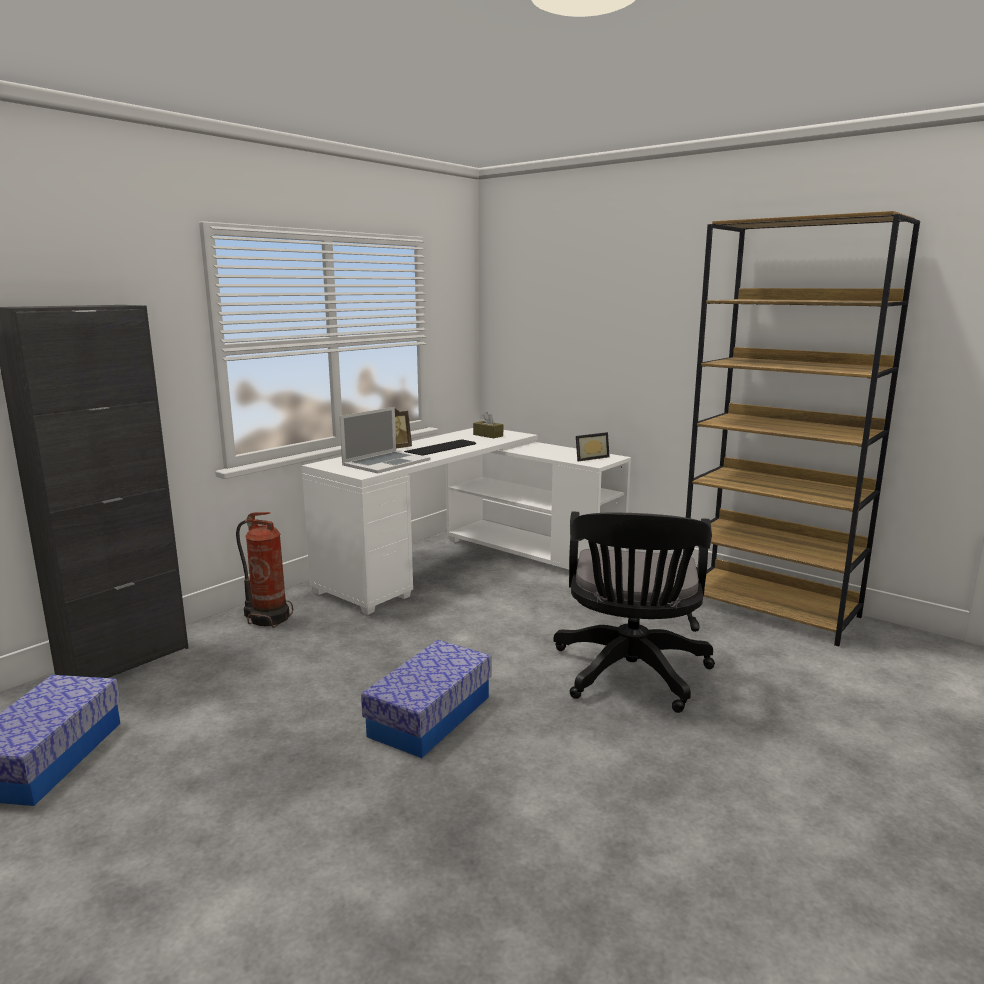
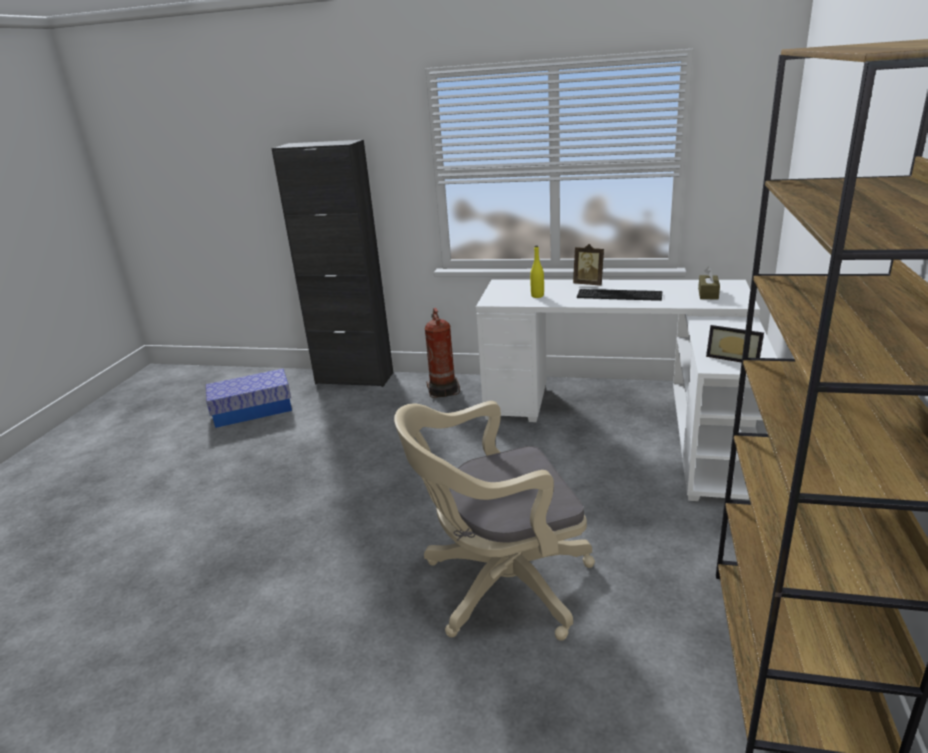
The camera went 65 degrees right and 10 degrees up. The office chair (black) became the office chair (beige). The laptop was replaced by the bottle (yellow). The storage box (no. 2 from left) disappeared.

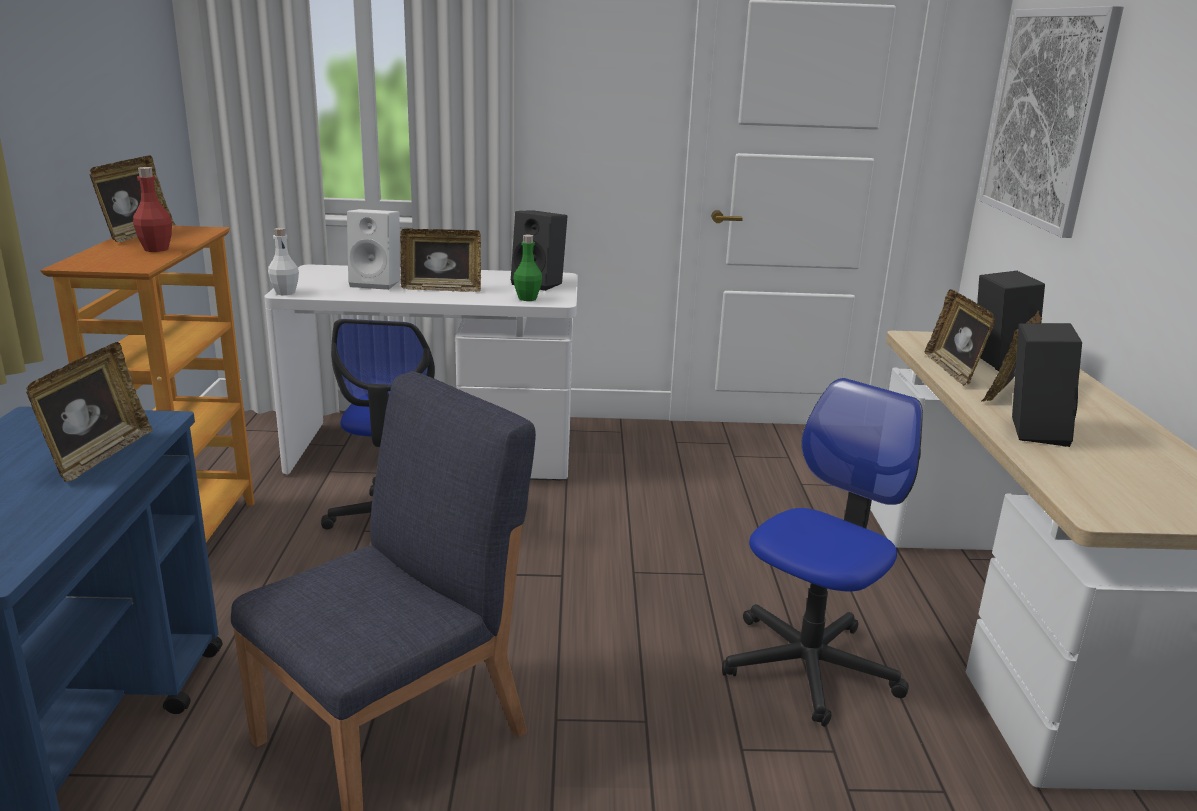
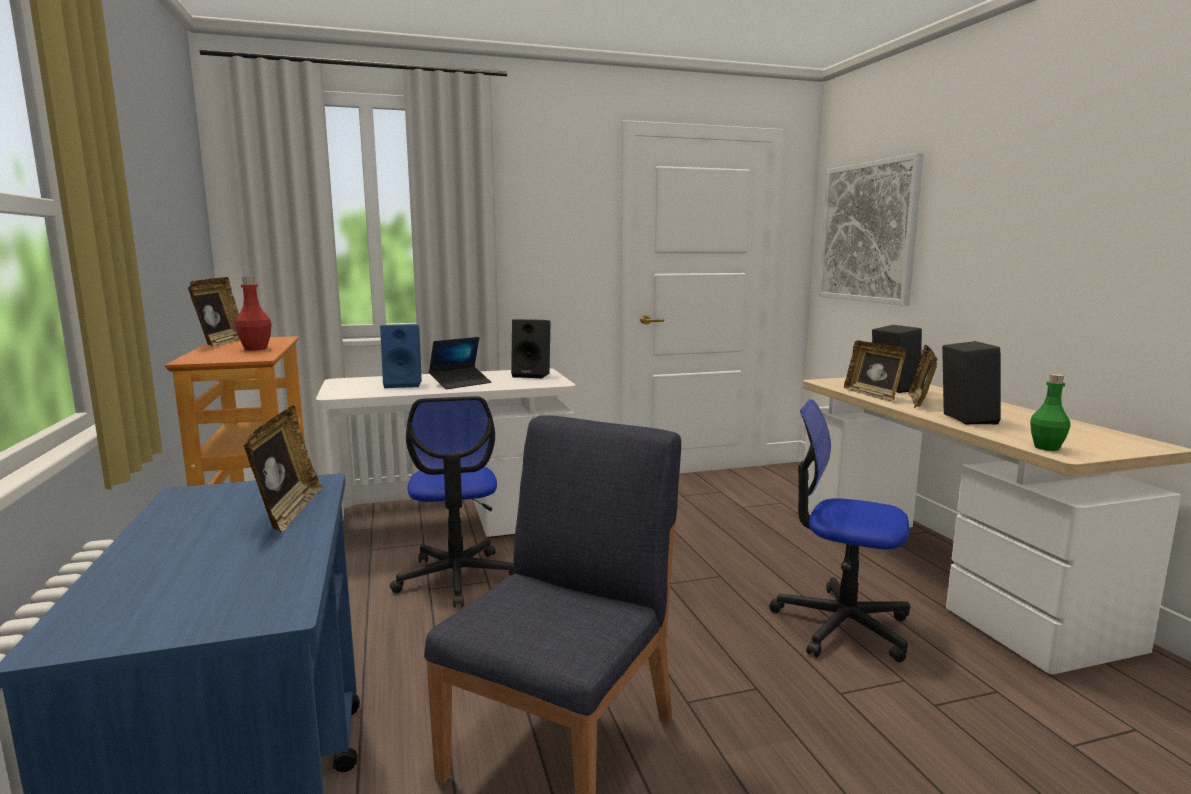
The camera went 15 degrees left and 10 degrees down. The speaker (white) became the speaker (blue). The picture frame (no. 3 from left) was replaced by the laptop. The office chair (no. 2 from left) turned 90 degrees counterclockwise. The bottle (green) moved. The bottle (white) disappeared.

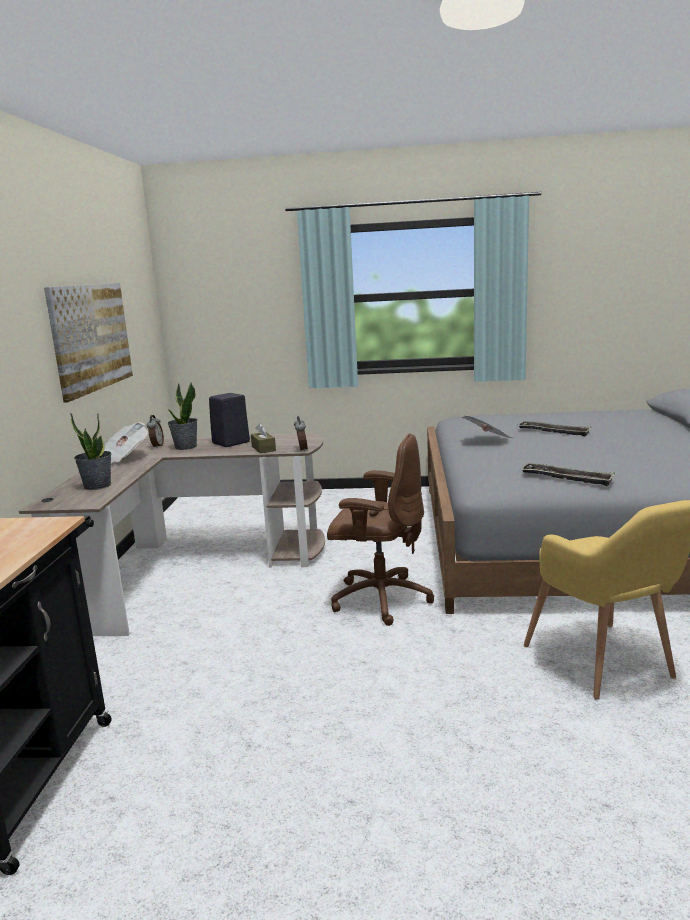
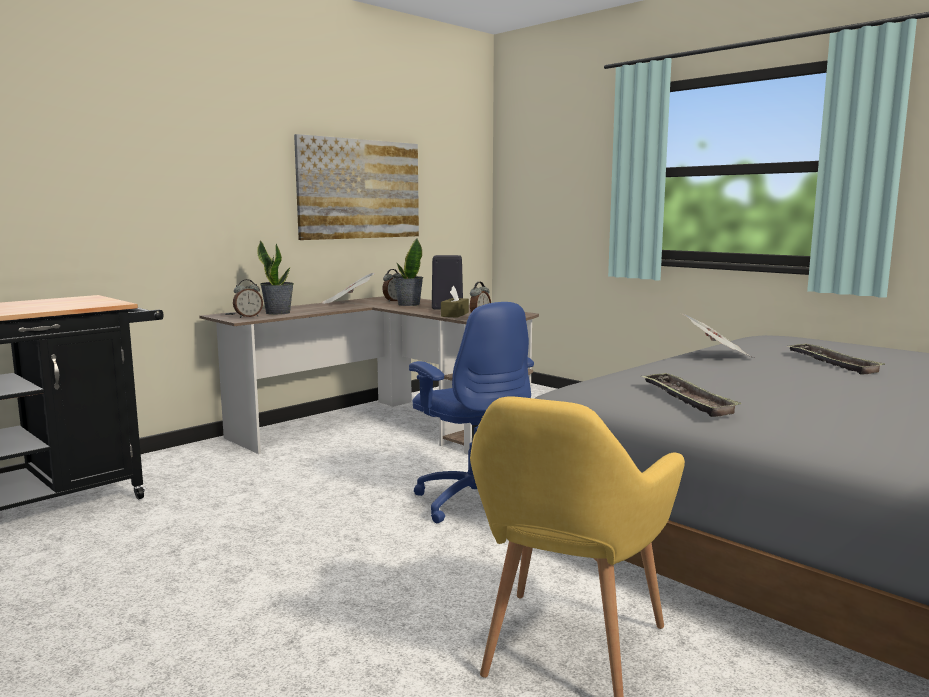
The camera went 40 degrees right and 5 degrees down. The alarm clock (no. 1 from left) appeared. The office chair (brown) became the office chair (blue).

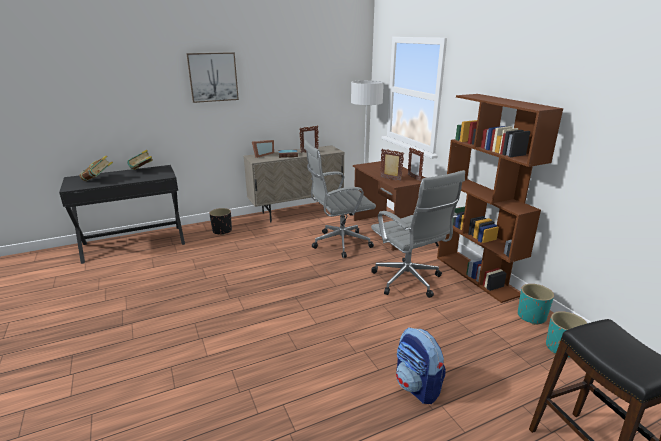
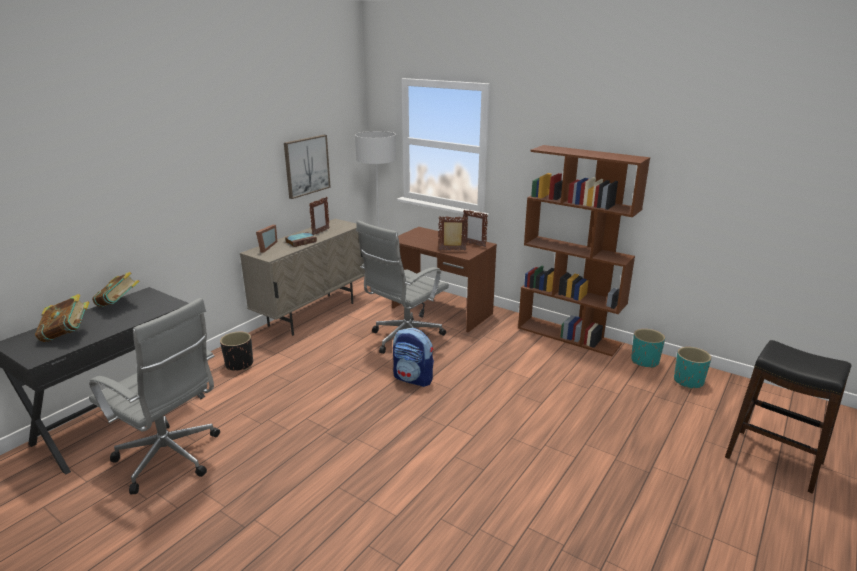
The camera went 30 degrees left and 0 degrees up. The office chair (grey) (no. 2 from left in the first image) moved. The picture moved. The backpack moved.

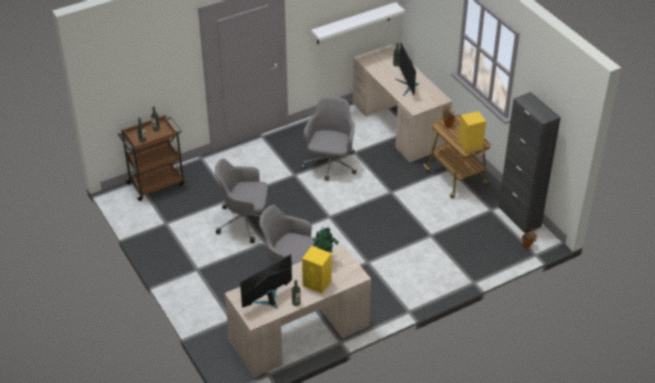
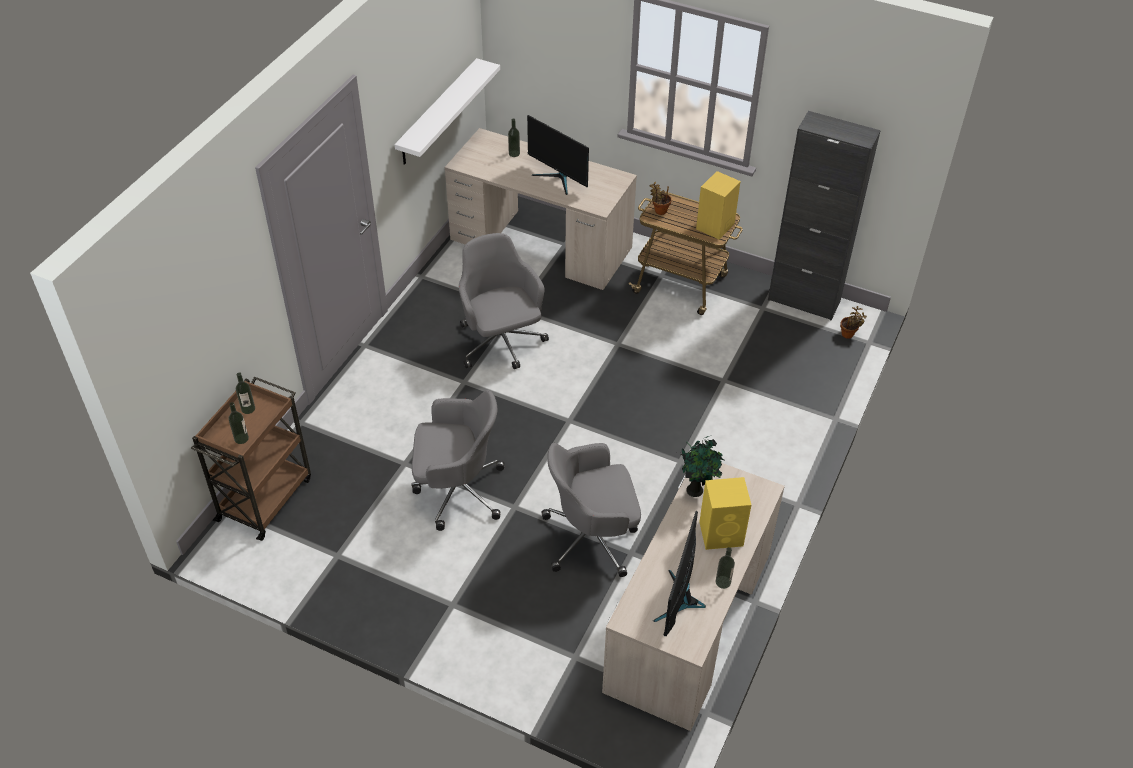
The camera went 35 degrees left and 5 degrees up. The office chair (grey) (no. 1 from left) turned 150 degrees counterclockwise.

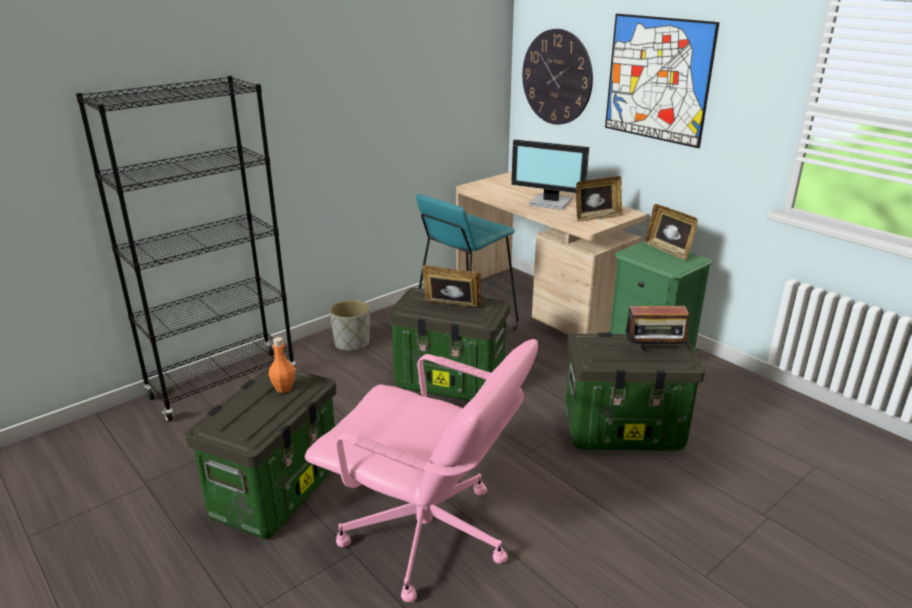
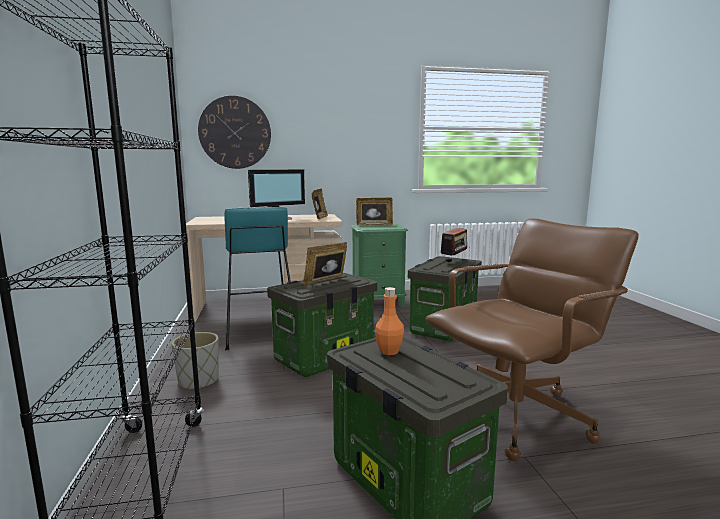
The camera went 60 degrees left and 15 degrees down. The office chair (pink) became the office chair (brown). The picture disappeared.

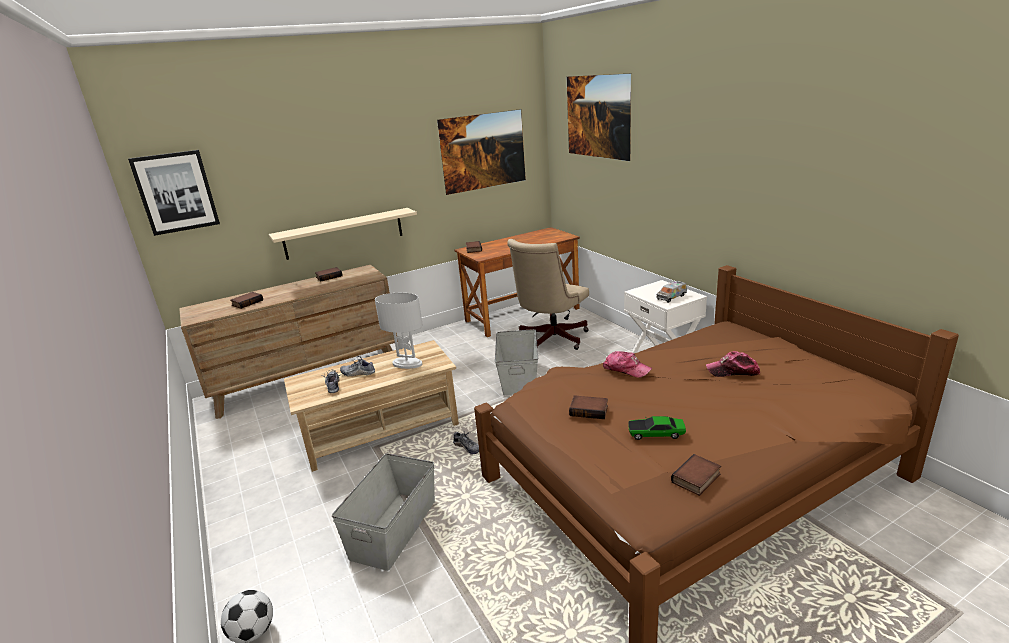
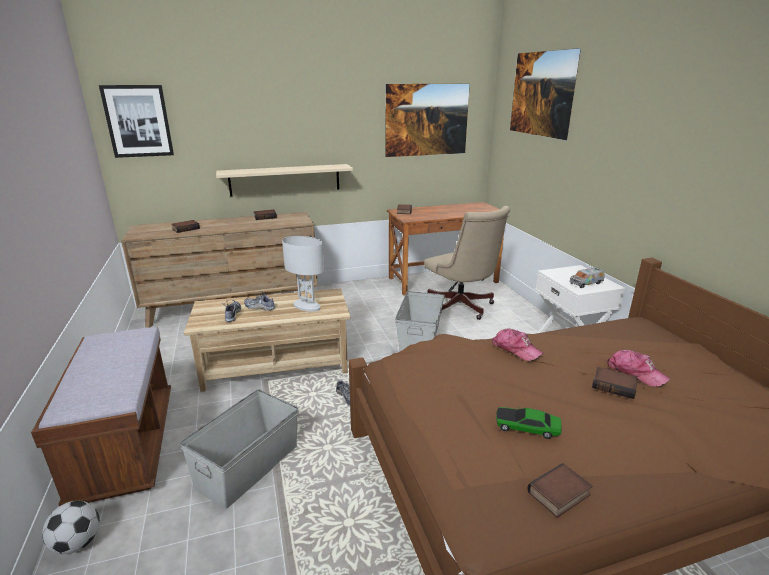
The camera went 10 degrees right and 0 degrees up. The bench (brown) appeared. The office chair (beige) turned 75 degrees counterclockwise. The book (no. 4 from left in the first image) moved. The cap (no. 2 from left) turned 150 degrees counterclockwise.

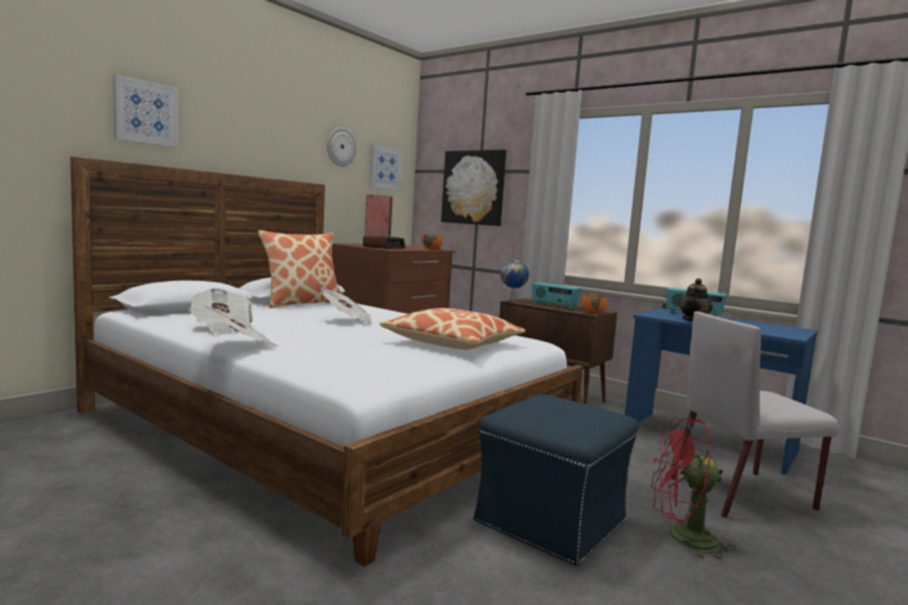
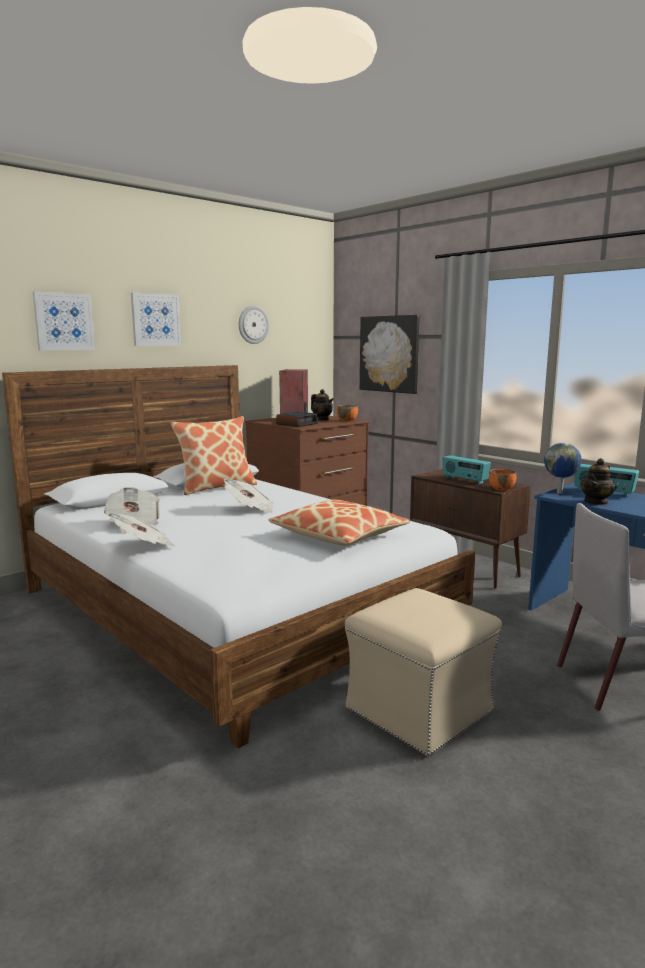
The camera went 10 degrees right and 5 degrees up. The picture (no. 2 from left) moved. The teapot (no. 1 from left) appeared. The ottoman (blue) became the ottoman (beige). The globe moved. The fan (red) disappeared.

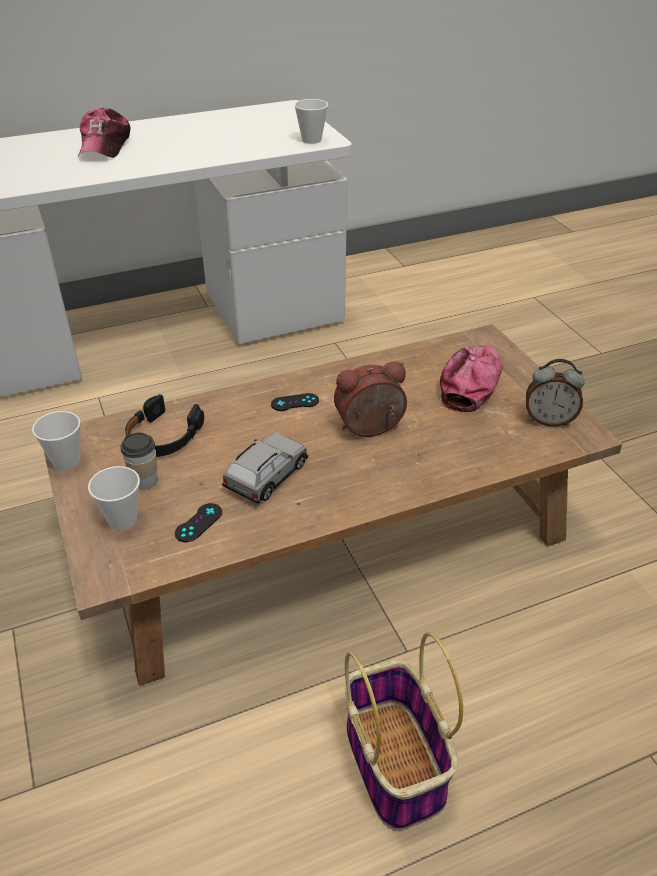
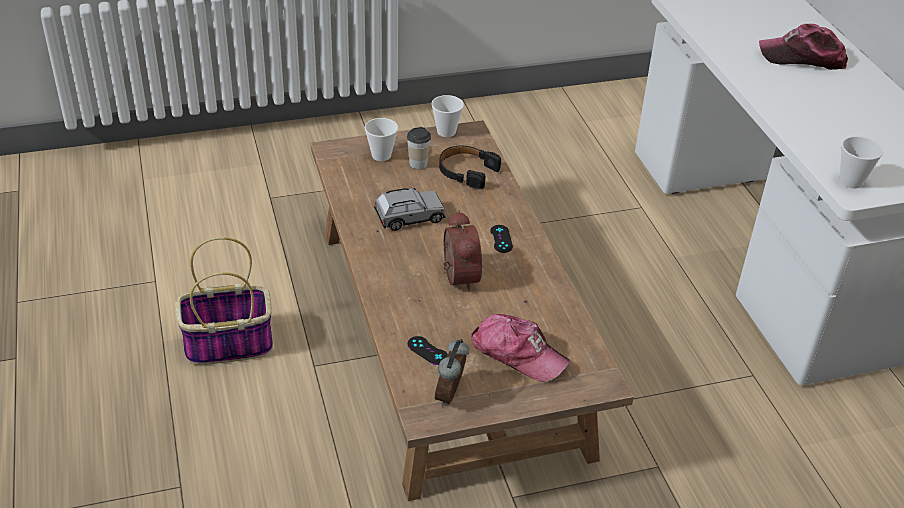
The camera went 95 degrees right and 0 degrees up. The toy car (grey) turned 60 degrees counterclockwise. The game controller (black) (no. 1 from left) moved.

